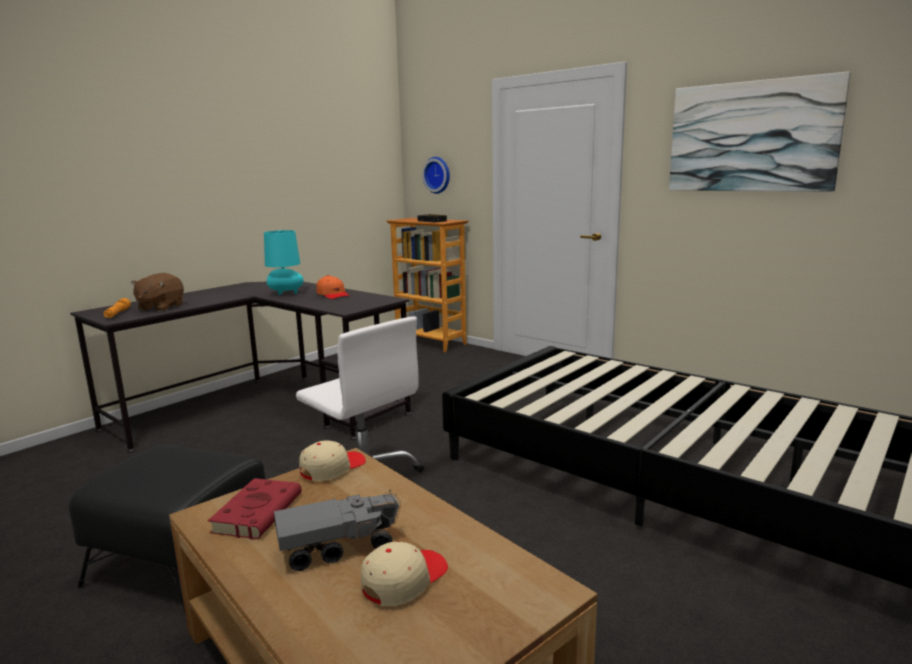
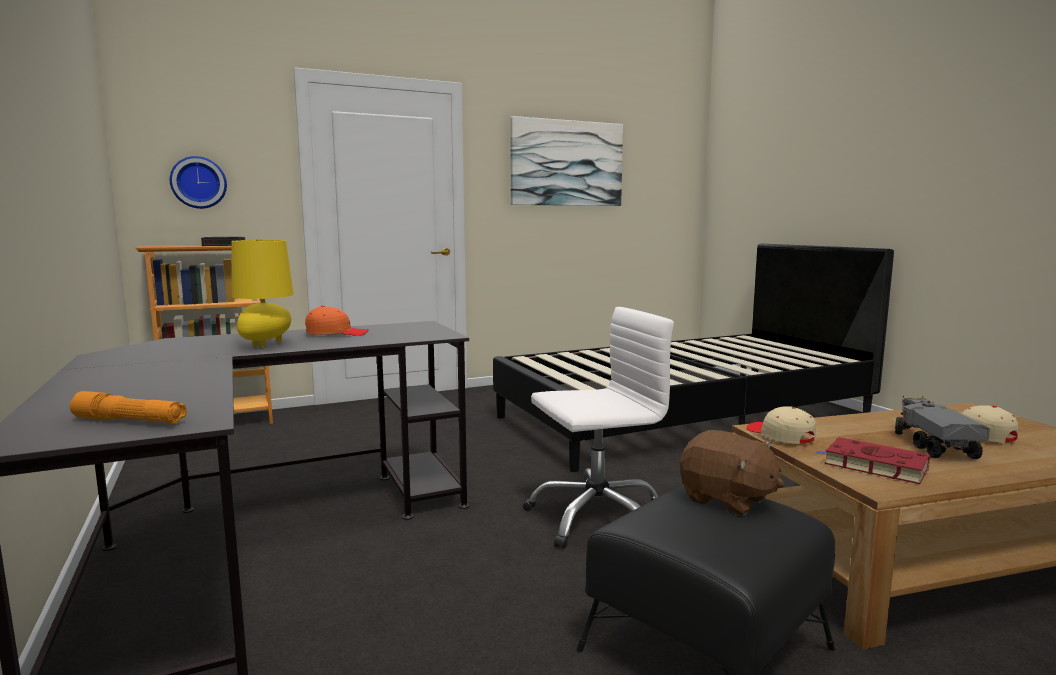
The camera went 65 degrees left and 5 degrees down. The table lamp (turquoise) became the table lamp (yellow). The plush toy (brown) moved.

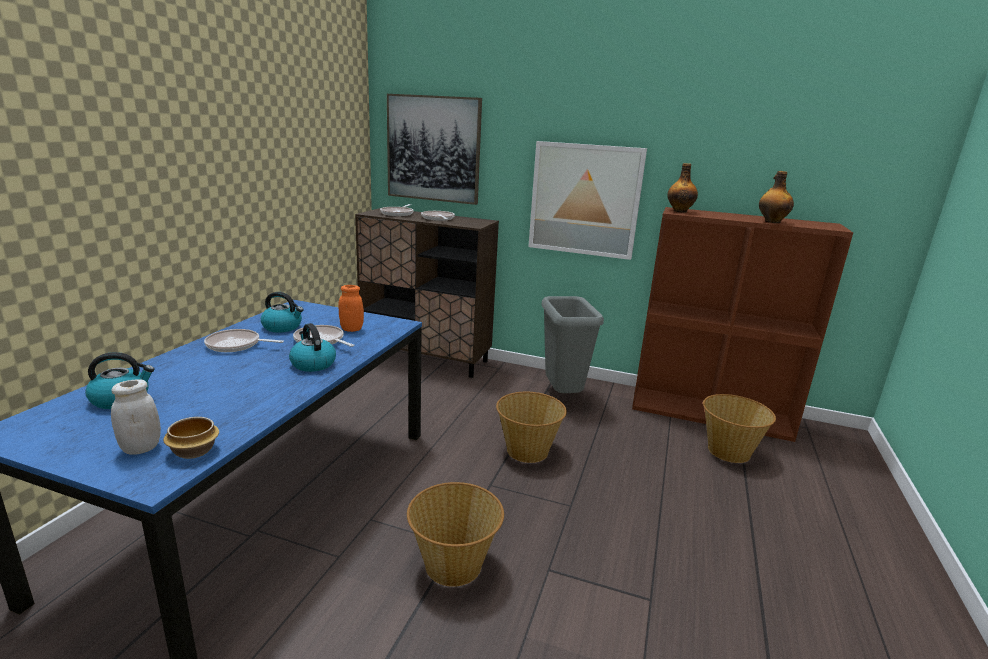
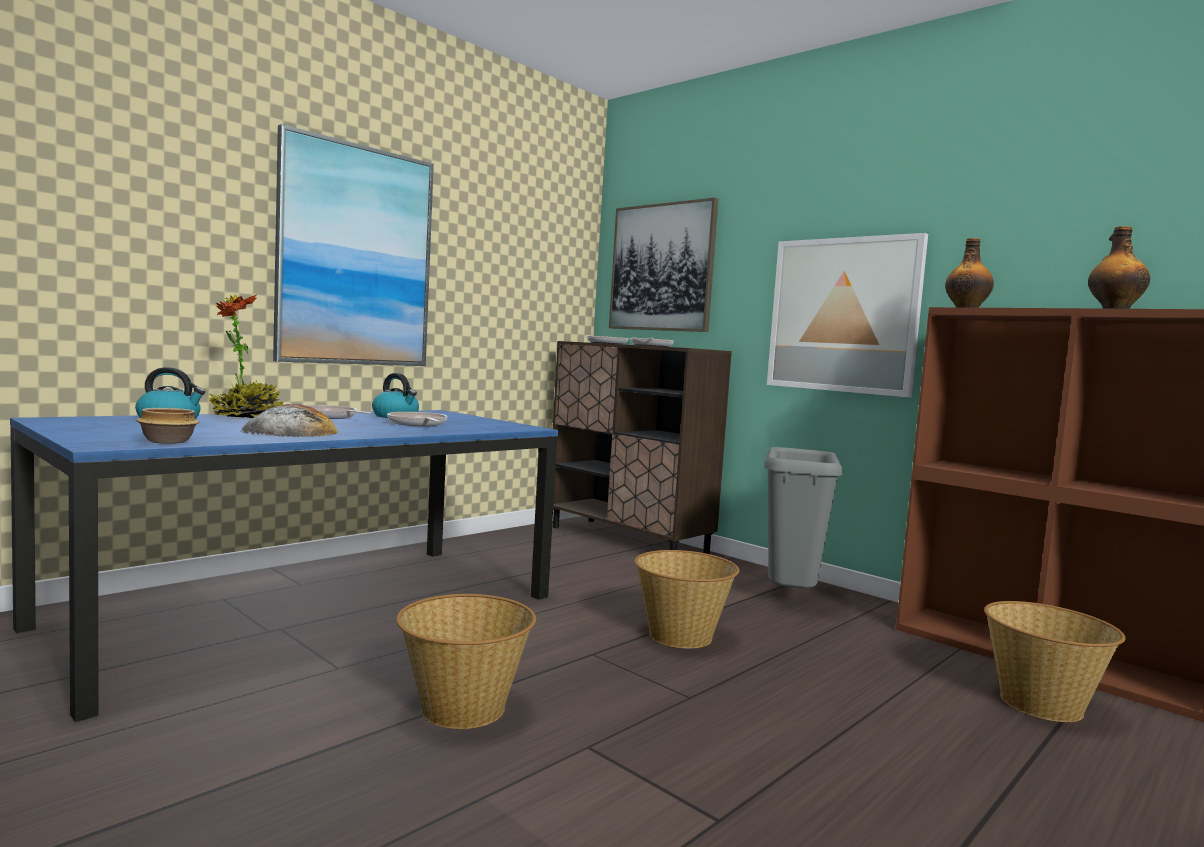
The camera went 25 degrees right and 15 degrees down. The potted plant appeared. The bread appeared. The picture (no. 1 from left) appeared. The jar (white) disappeared. The kettle (no. 3 from left) disappeared. The jar (orange) disappeared.

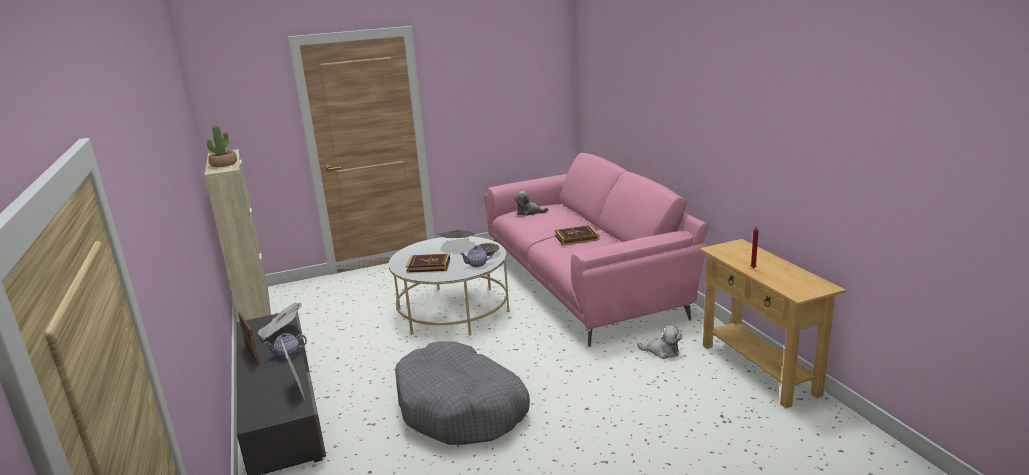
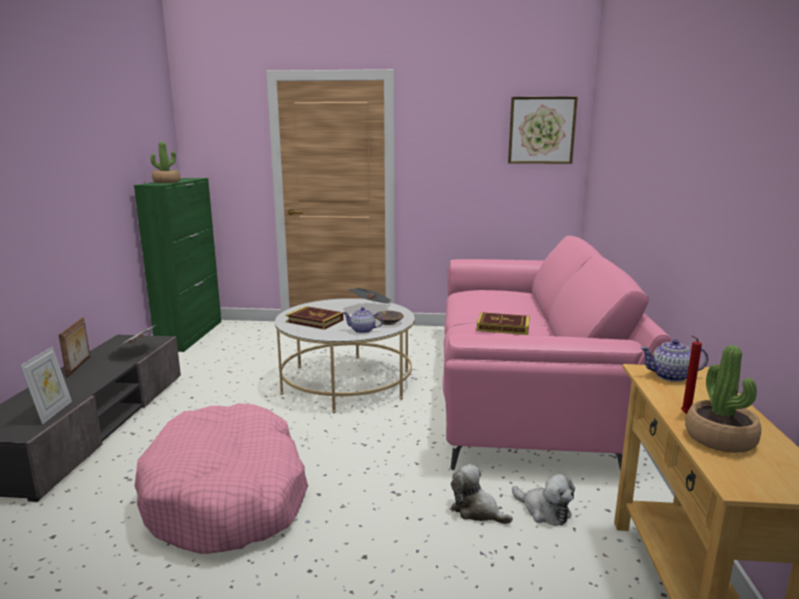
The camera went 25 degrees right and 5 degrees down. The cabinet (beige) became the cabinet (green). The dog bed (grey) became the dog bed (pink). The plush toy (no. 1 from left) moved. The picture appeared. The teapot (no. 1 from left in the first image) moved. The potted plant (no. 2 from left) appeared.

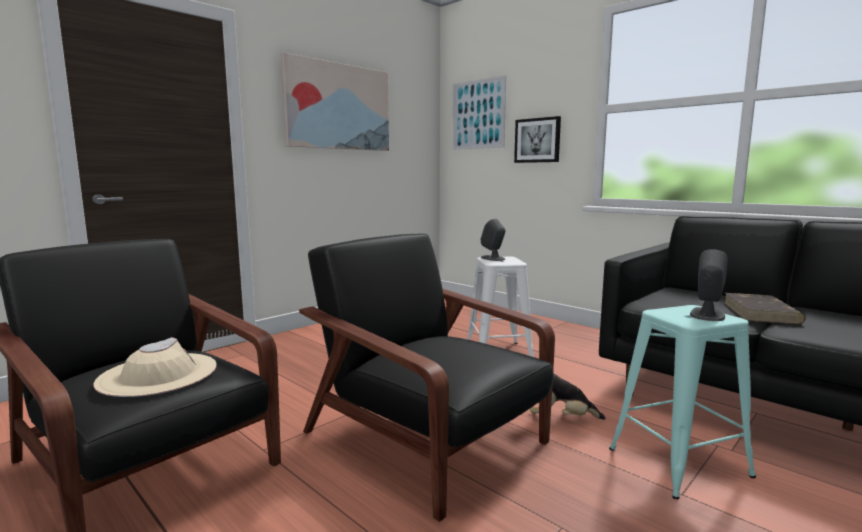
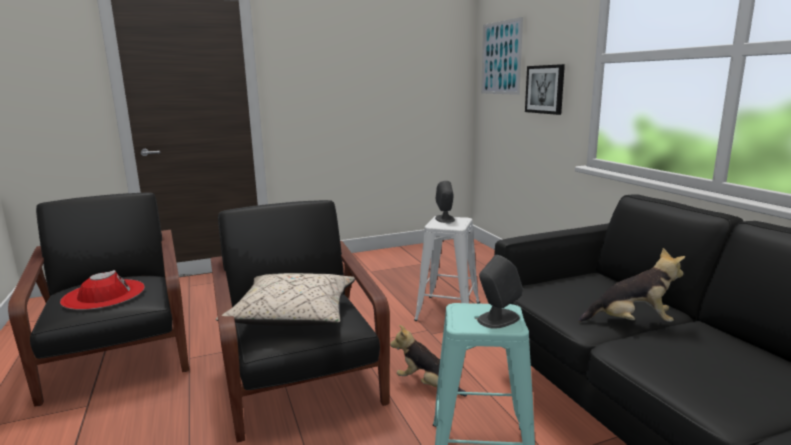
The camera went 25 degrees right and 5 degrees up. The hat (beige) became the hat (red). The pillow (beige) appeared. The book (brown) was replaced by the plush toy (no. 2 from left). The picture (no. 1 from left) disappeared.

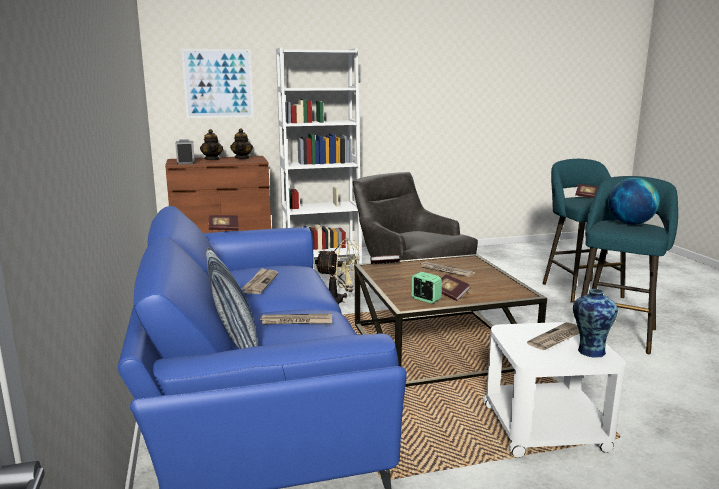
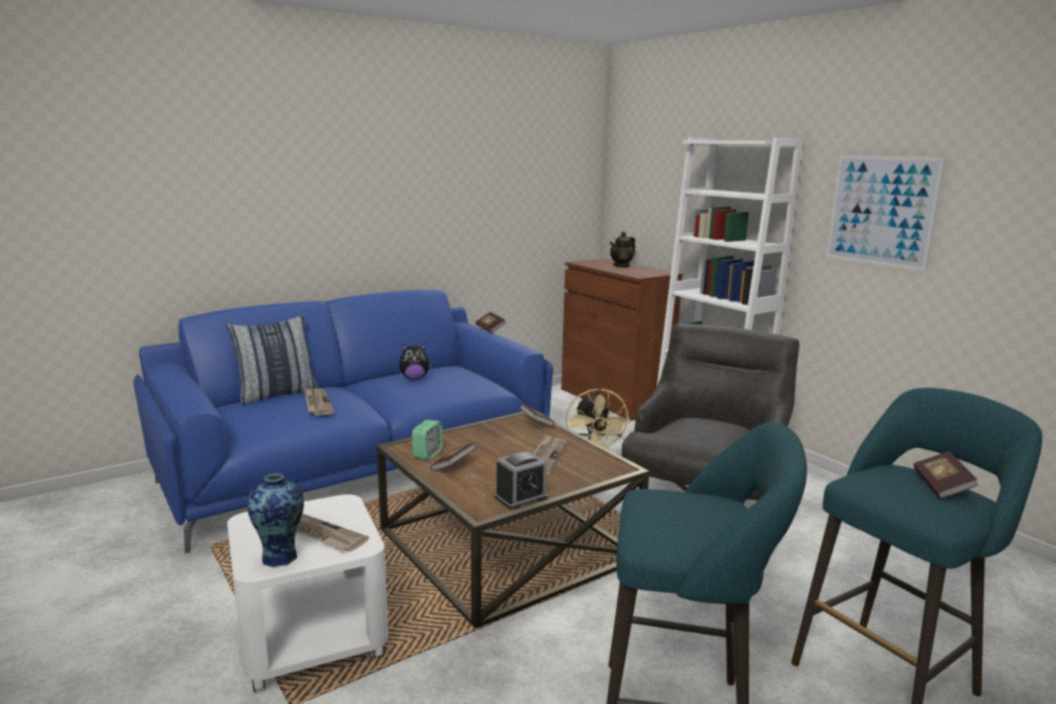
The camera went 70 degrees right and 0 degrees up. The newspaper (no. 1 from left) was replaced by the plush toy. The alarm clock (no. 1 from left in the first image) moved. The picture moved. The teapot (no. 2 from left) disappeared. The globe disappeared.

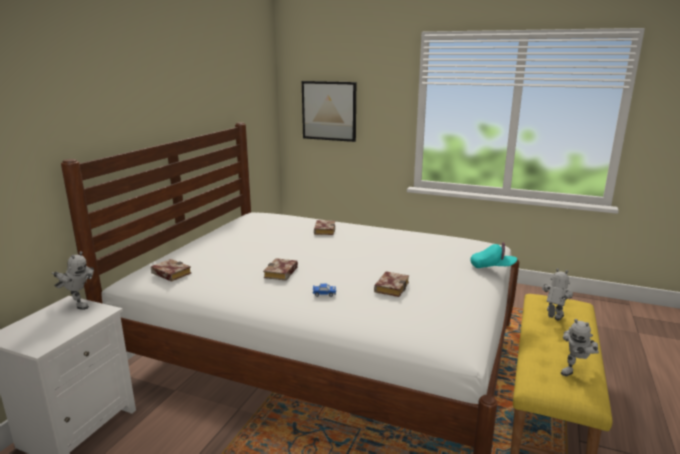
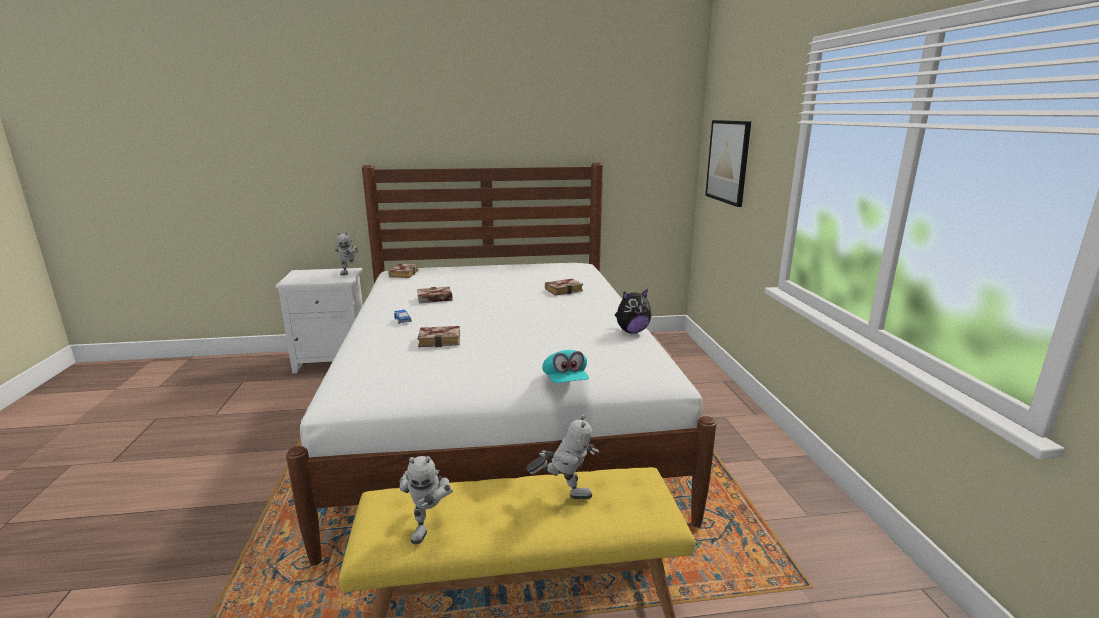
The camera went 60 degrees right and 0 degrees up. The toy robot (no. 3 from left in the first image) turned 105 degrees counterclockwise. The plush toy appeared.

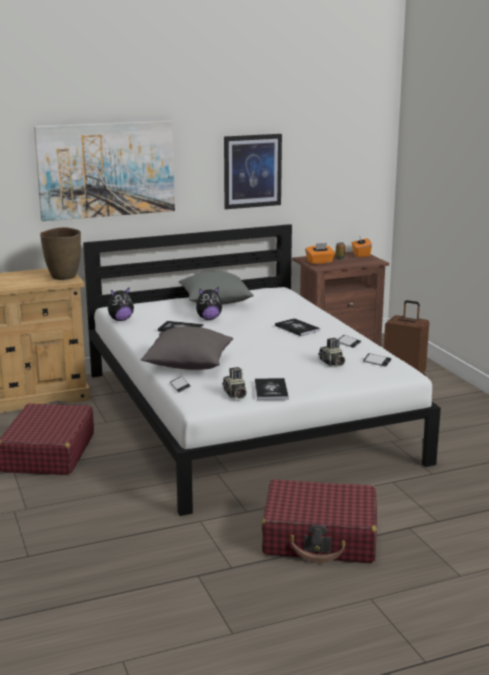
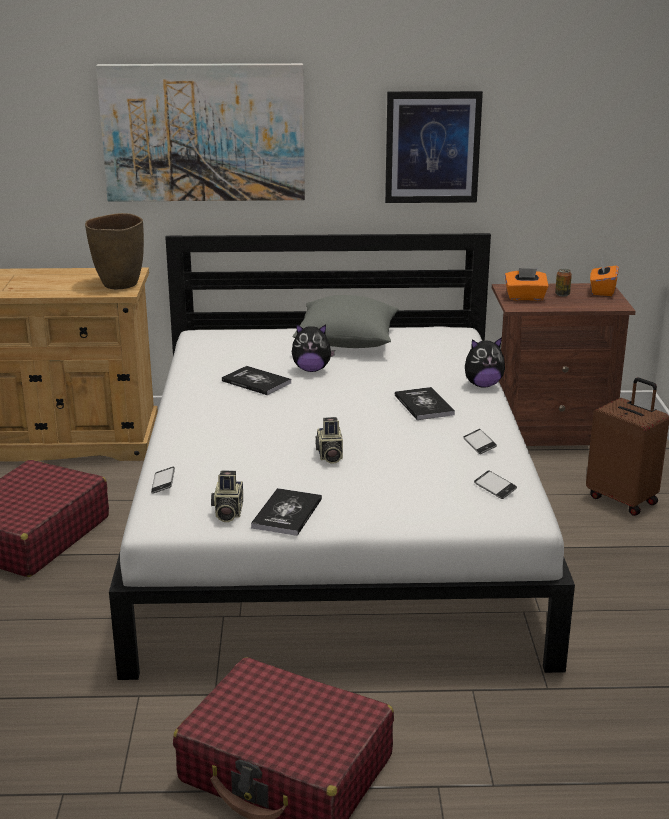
The camera went 20 degrees right and 5 degrees up. The photo camera (no. 2 from left) moved. The plush toy (no. 1 from left in the first image) moved. The pillow (grey) (no. 1 from left) disappeared.

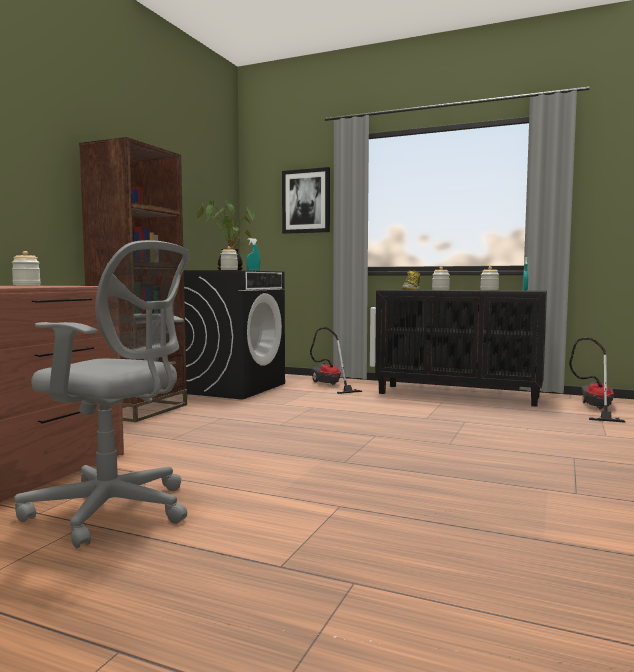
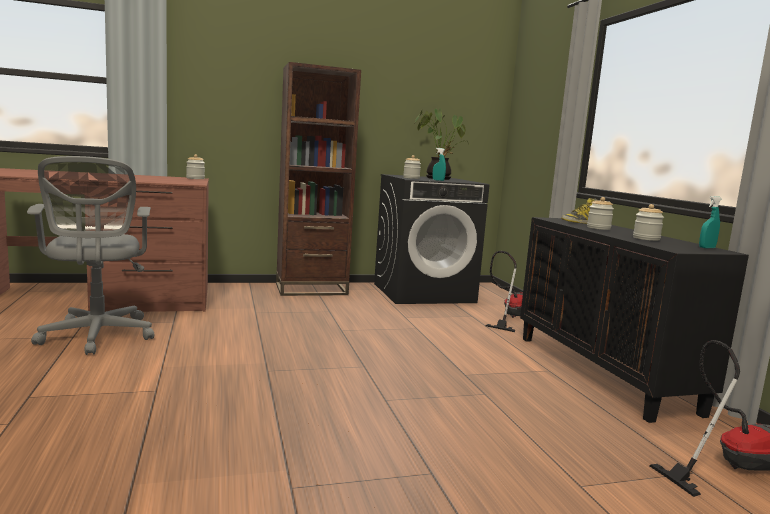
The camera went 50 degrees right and 5 degrees up. The picture disappeared.

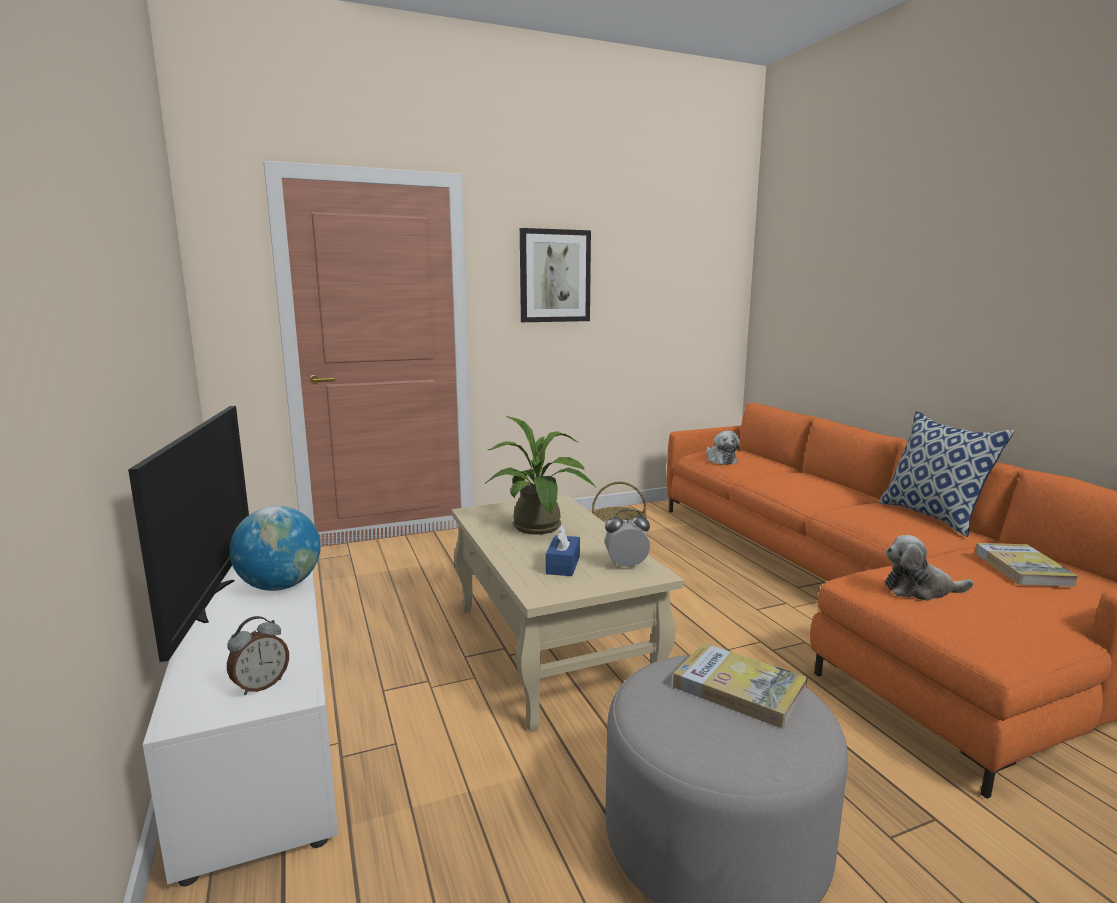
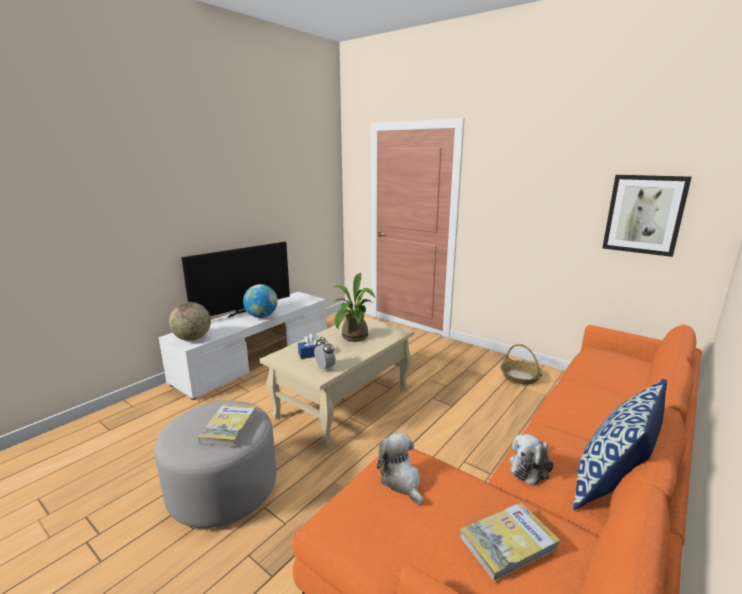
The camera went 60 degrees right and 5 degrees up. The alarm clock (no. 1 from left) was replaced by the globe (no. 1 from left). The plush toy (no. 1 from left in the first image) moved. The picture moved.

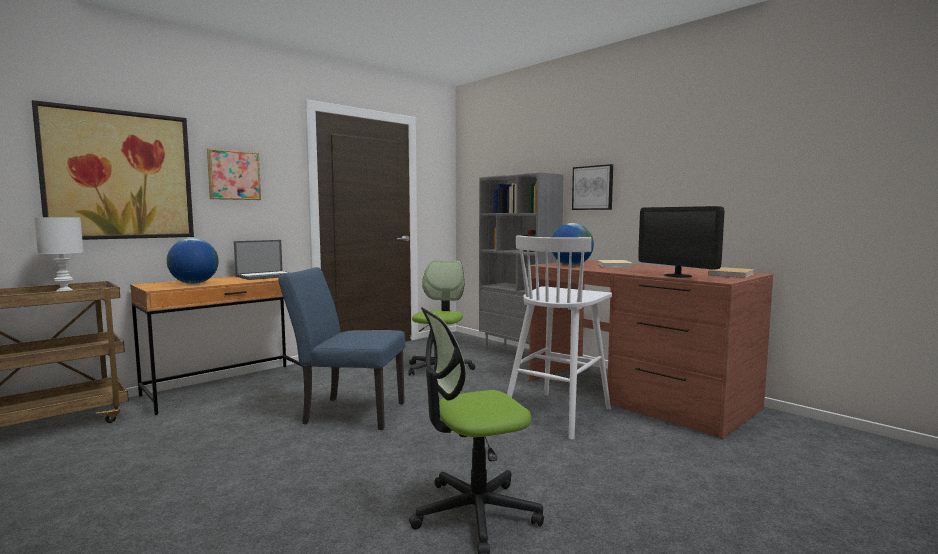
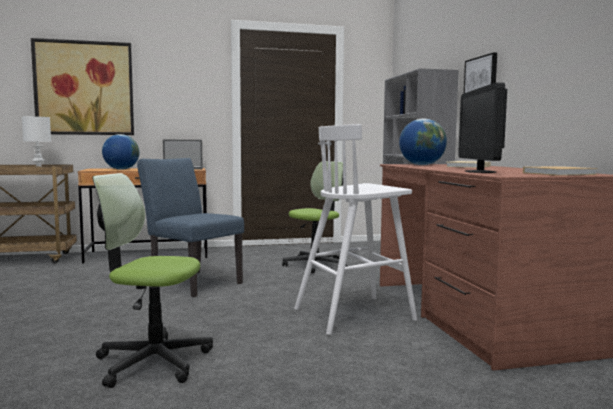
The camera went 30 degrees right and 0 degrees up. The picture (no. 2 from left) disappeared.

